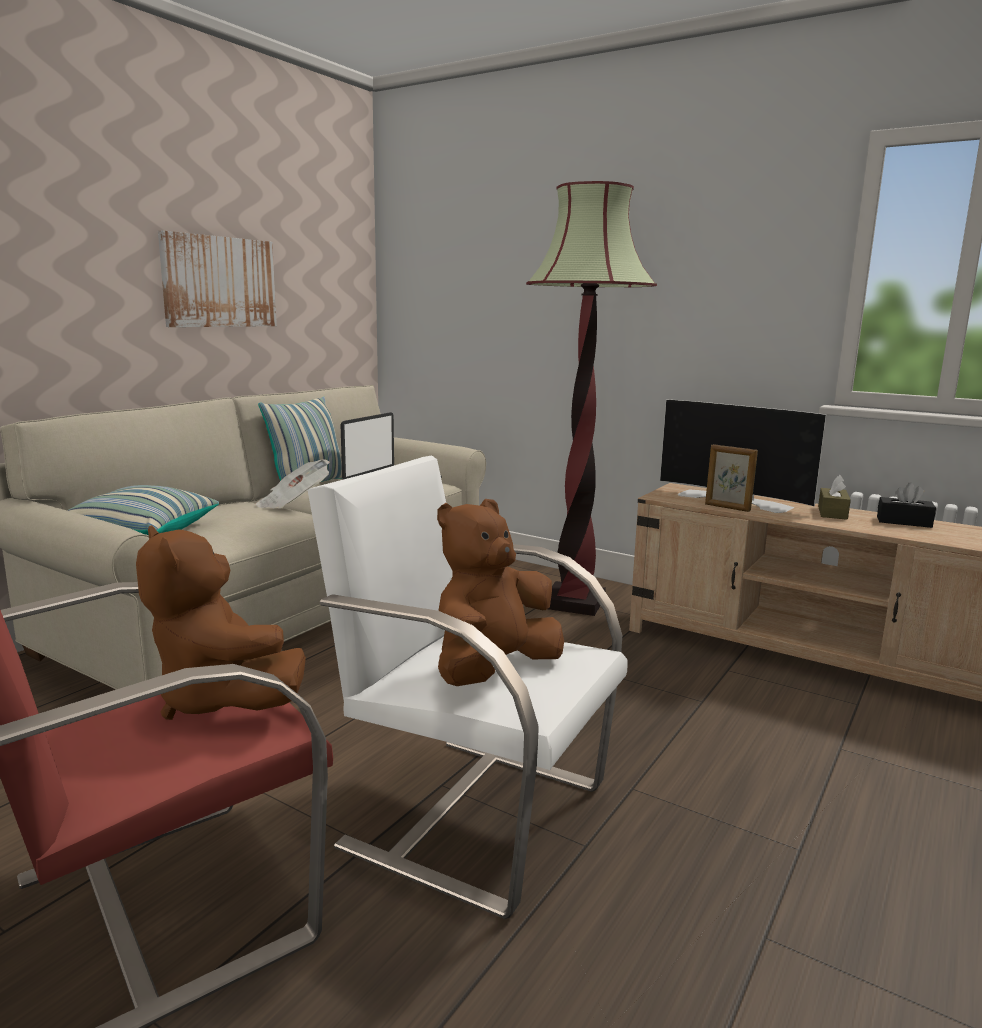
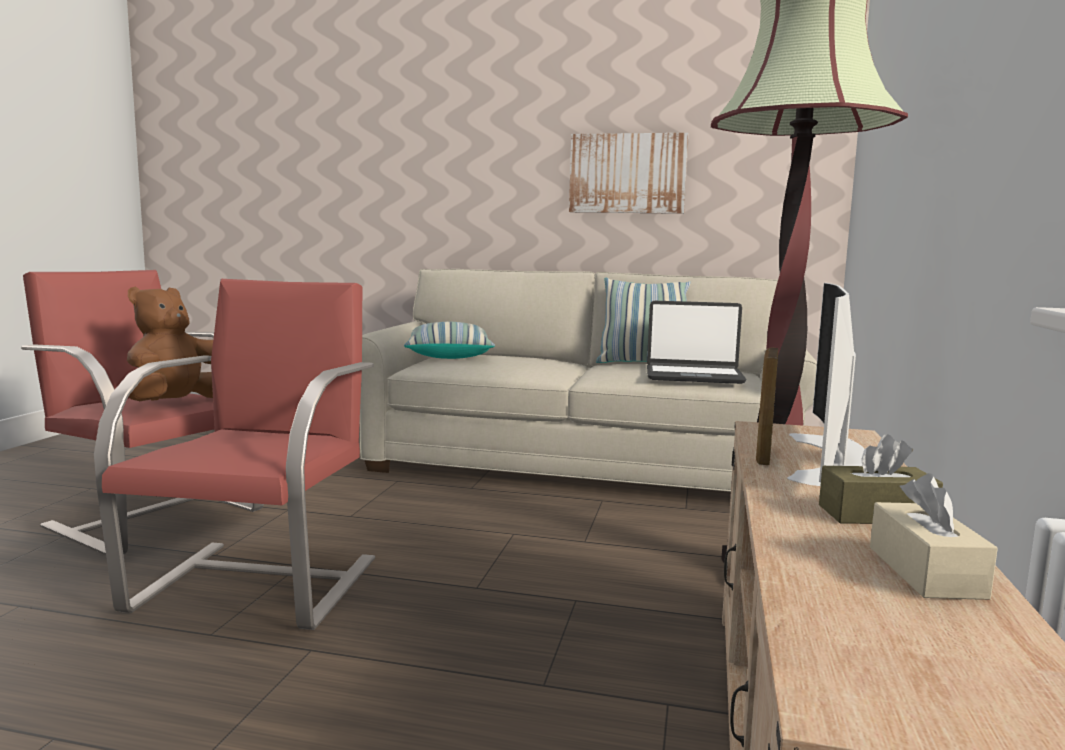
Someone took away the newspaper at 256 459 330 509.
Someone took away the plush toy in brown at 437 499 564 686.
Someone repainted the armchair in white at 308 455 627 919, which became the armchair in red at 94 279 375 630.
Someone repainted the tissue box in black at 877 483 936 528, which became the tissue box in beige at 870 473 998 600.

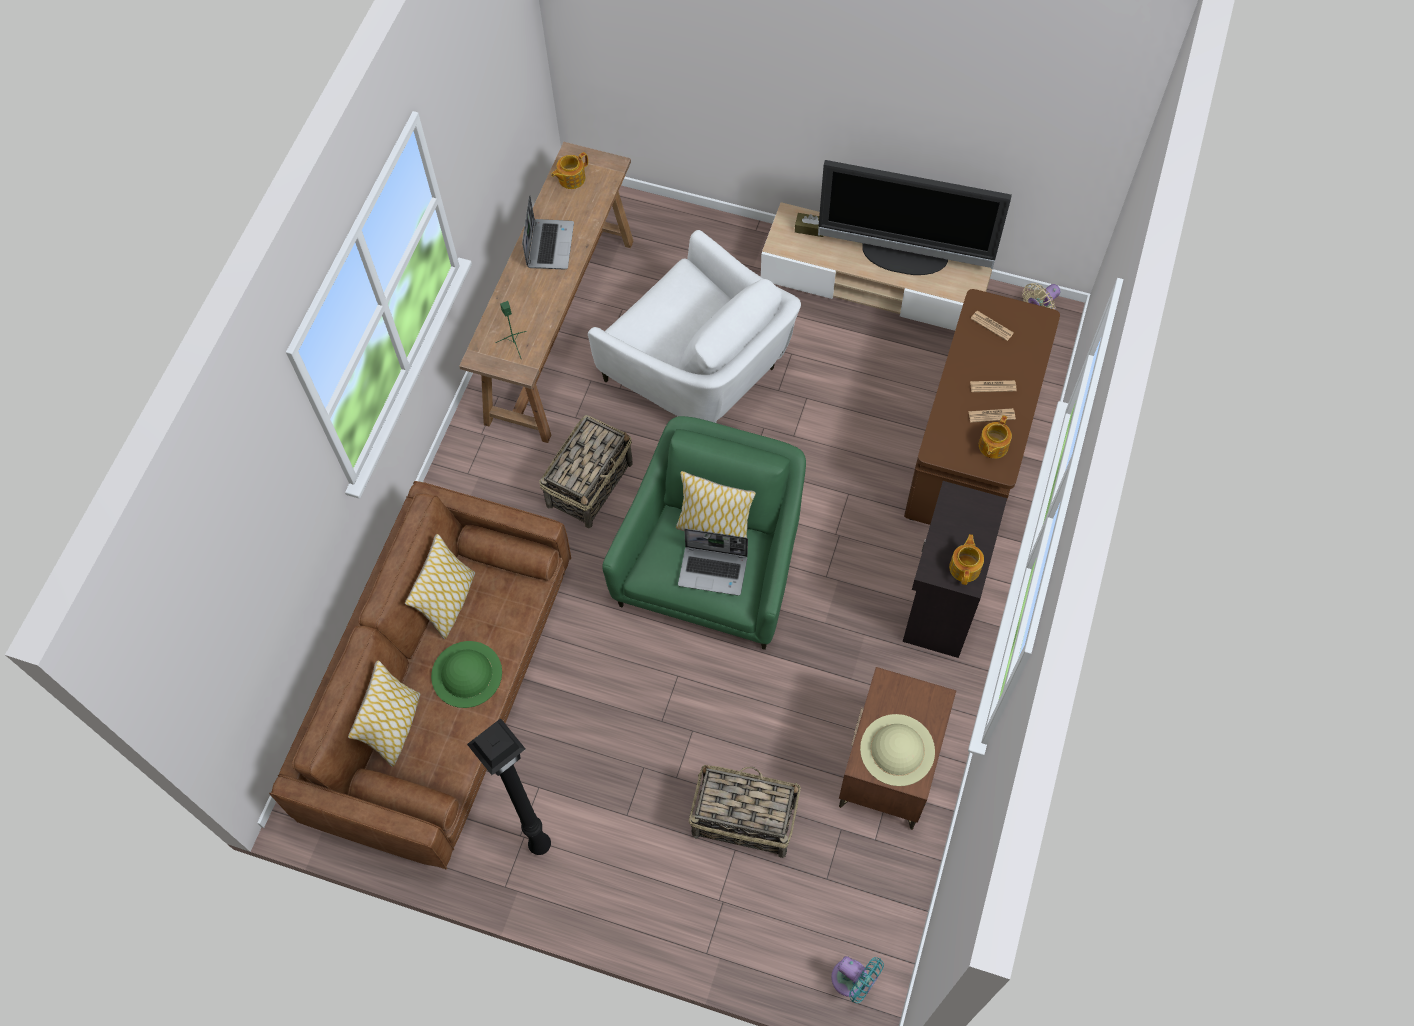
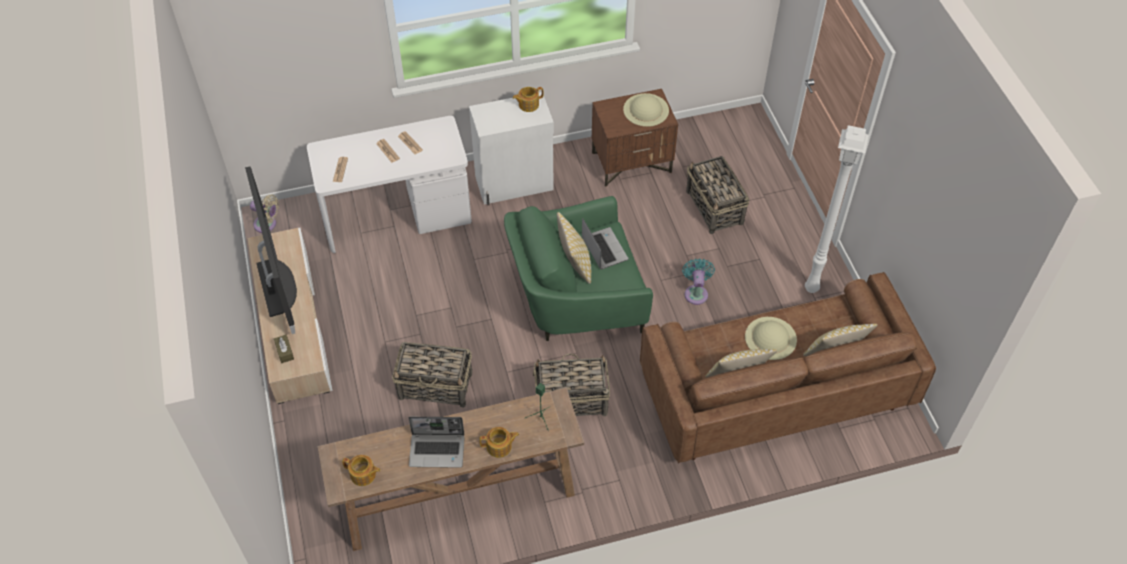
Someone carried the fan in turquoise from 831 956 884 1003 to 682 258 715 305.
Someone carried the teapot from 979 415 1012 459 to 479 427 519 458.
Someone swapped the armchair in white at 588 230 801 423 for the basket at 392 342 472 408.
Someone repainted the hat in green at 431 641 502 708, which became the hat in beige at 745 317 797 360.
Someone repainted the floor lamp in black at 467 718 551 855, which became the floor lamp in white at 805 125 869 293.
Someone repainted the cabinet in black at 903 481 1007 658, which became the cabinet in white at 469 92 554 205.
Someone repainted the desk in brown at 904 289 1060 525, which became the desk in white at 307 116 472 253.
Someone rotated the laptop at 522 196 574 270 by 150 degrees counterclockwise.

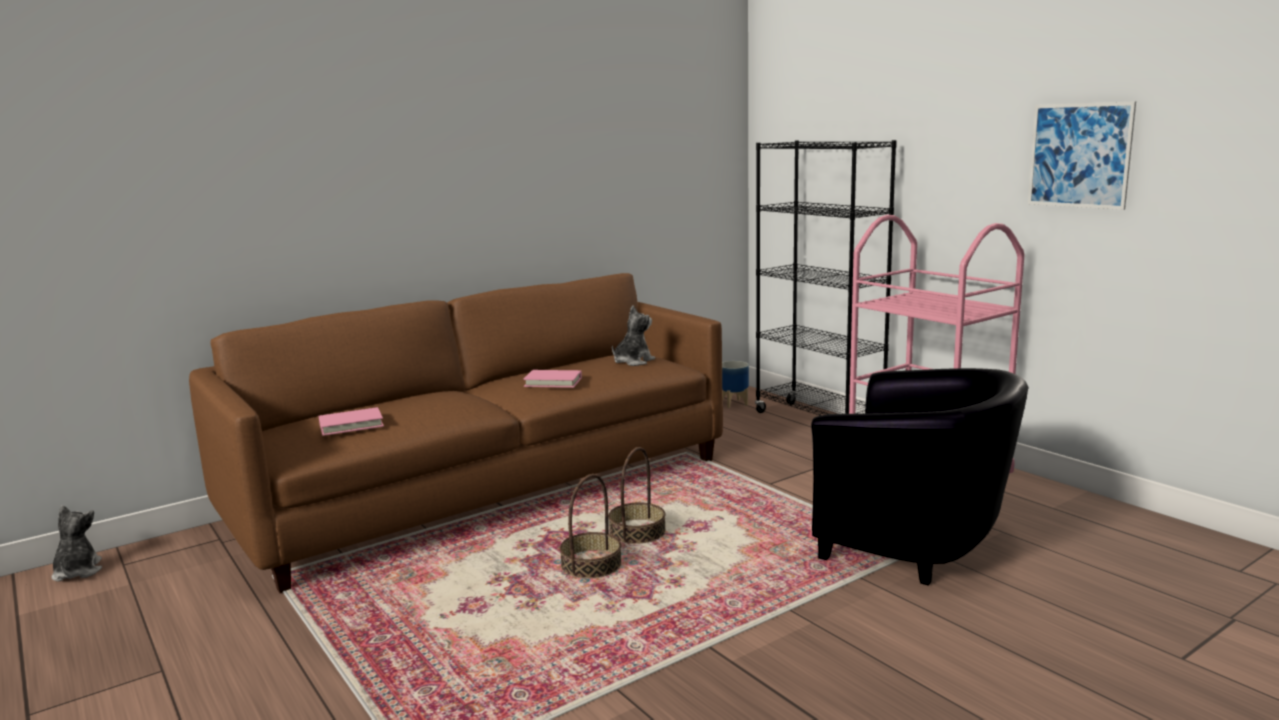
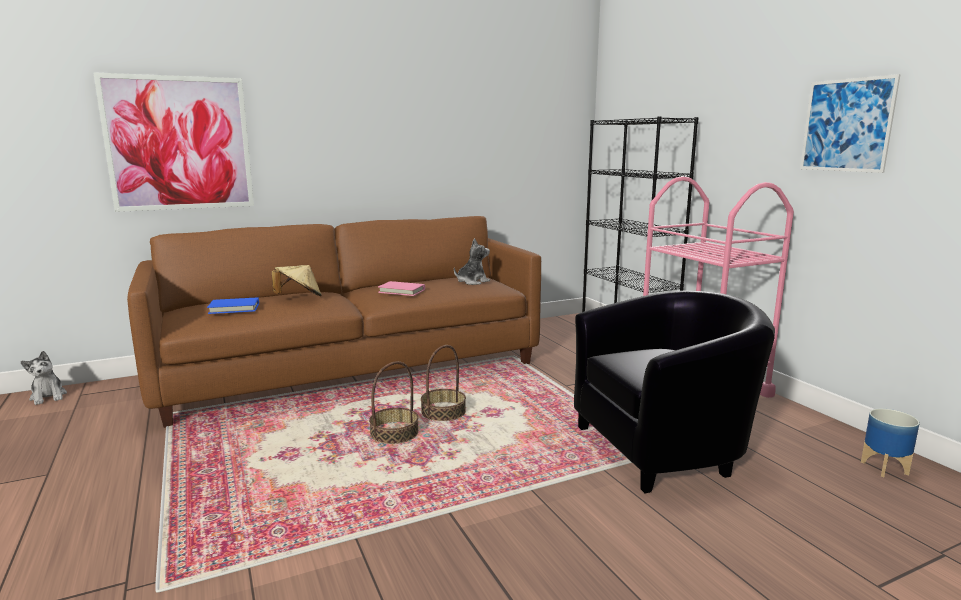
Someone put up the picture at 93 72 254 212.
Someone put down the hat in beige at 272 265 322 296.
Someone carried the planter from 722 361 749 408 to 861 409 920 477.
Someone repainted the book in pink at 319 407 384 436, which became the book in blue at 207 297 259 314.
Someone rotated the plush toy at 51 505 102 582 by 150 degrees clockwise.
Someone rotated the armchair in black at 811 368 1028 586 by 60 degrees counterclockwise.

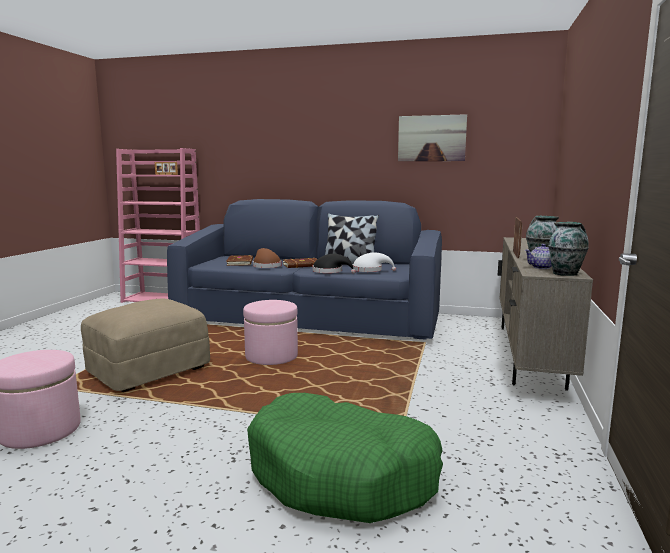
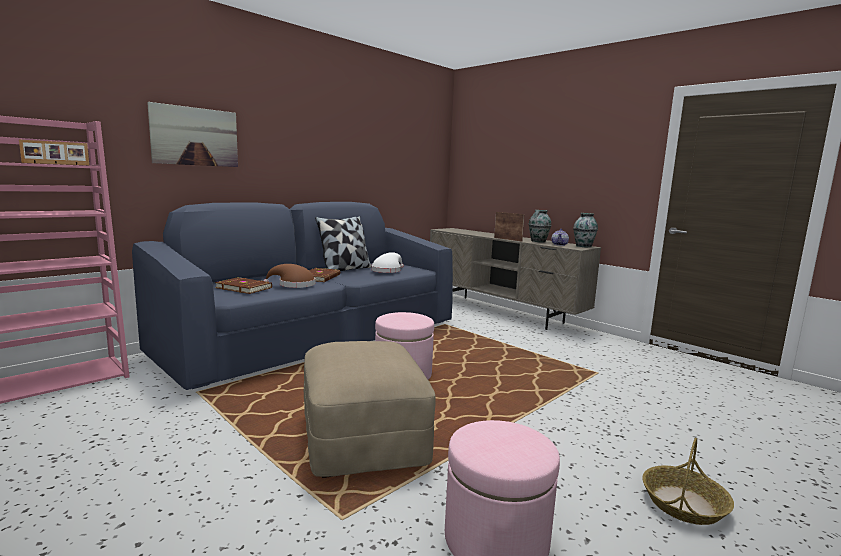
Someone took away the dog bed in green at 247 393 443 523.
Someone took away the hat in black at 312 254 356 274.
Someone put down the basket at 642 438 734 525.
Someone carried the picture from 398 114 467 161 to 147 102 238 167.

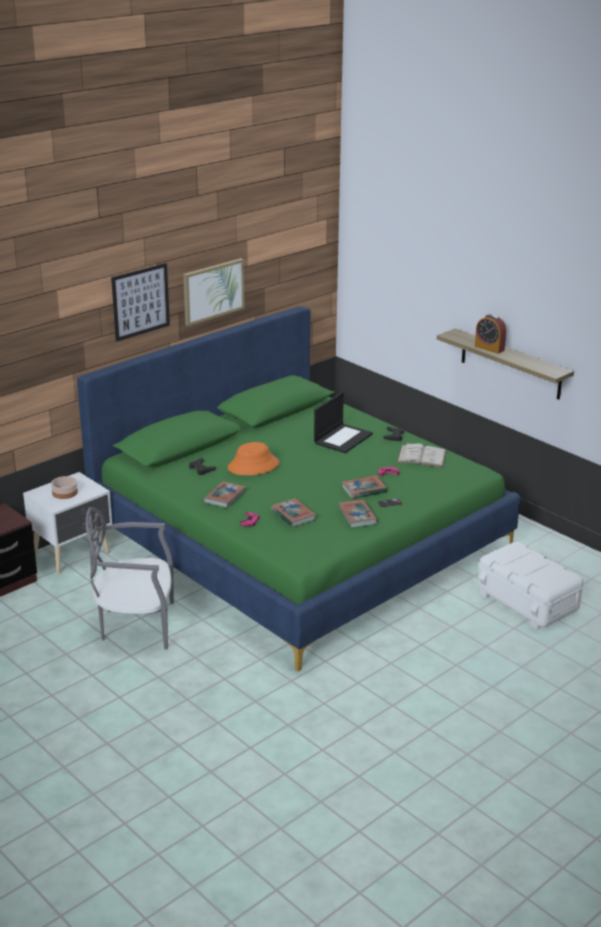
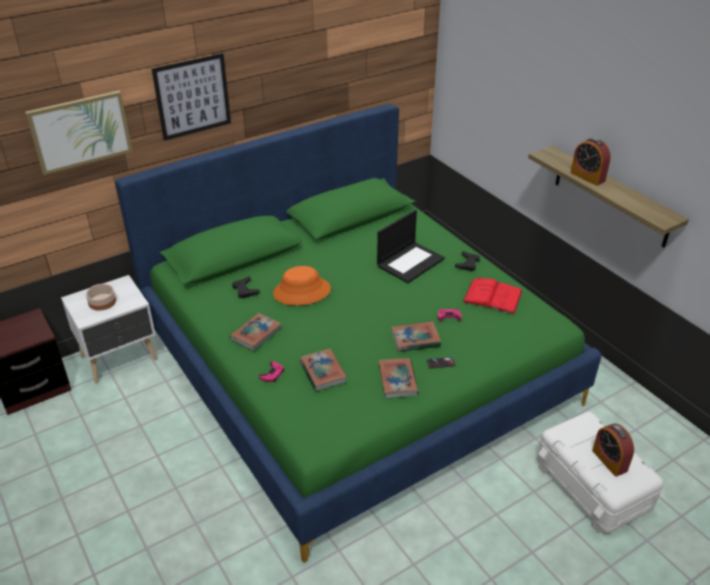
Someone took away the chair in grey at 86 507 174 649.
Someone put down the alarm clock at 592 423 634 477.
Someone carried the picture from 183 258 244 326 to 25 90 133 175.
Someone repainted the book in white at 397 443 447 467, which became the book in red at 463 277 523 315.

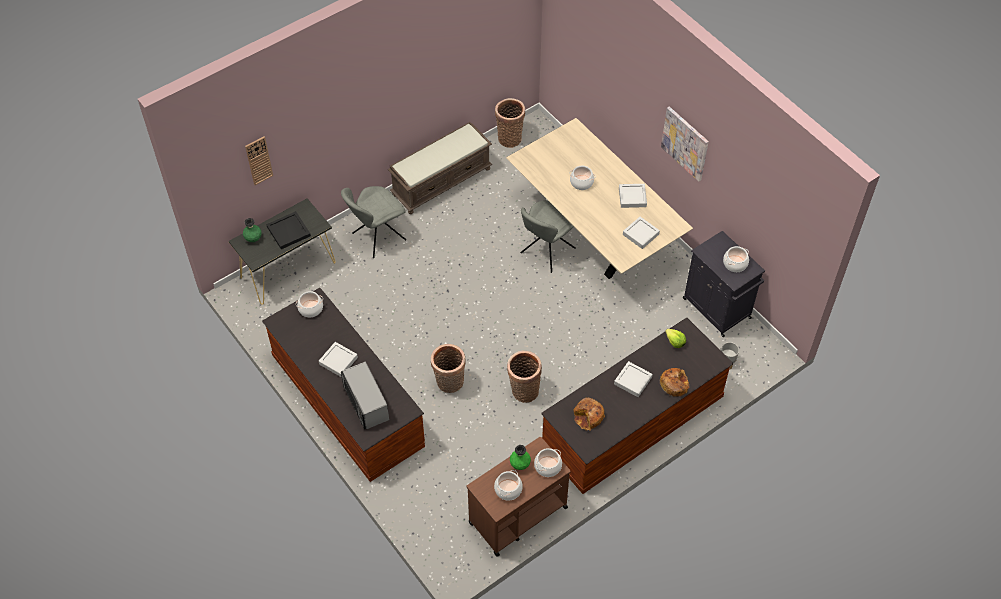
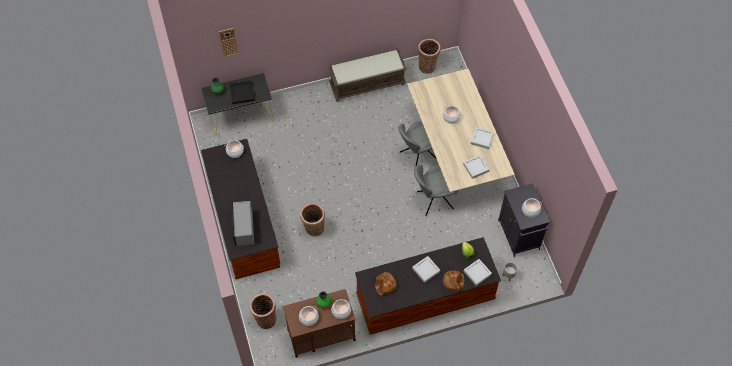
Someone took away the picture at 661 106 709 182.
Someone carried the tray in grey from 319 342 358 377 to 463 259 492 286.
Someone carried the chair in grey from 341 186 406 258 to 414 165 458 216.
Someone carried the basket from 507 351 542 403 to 250 293 276 329.

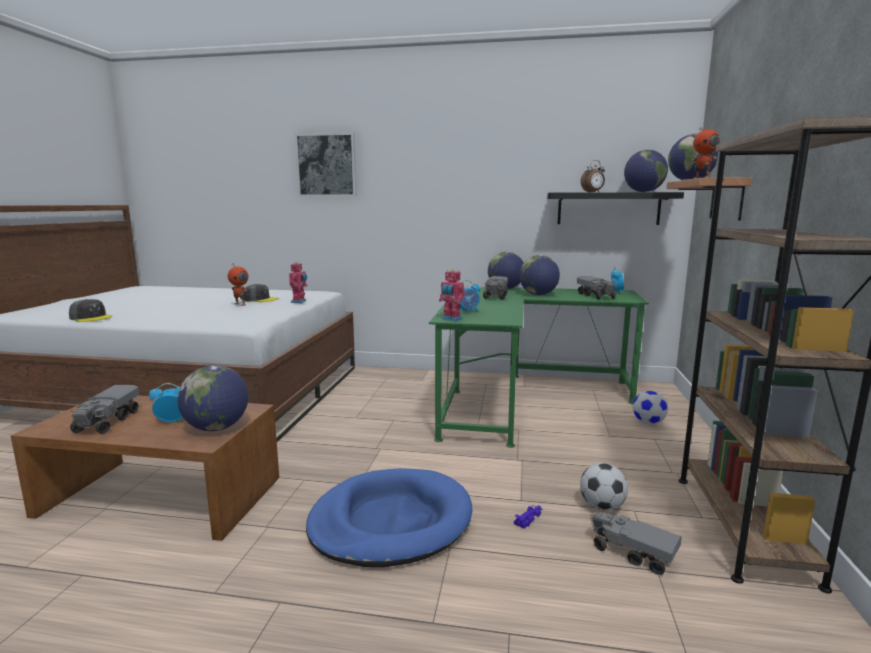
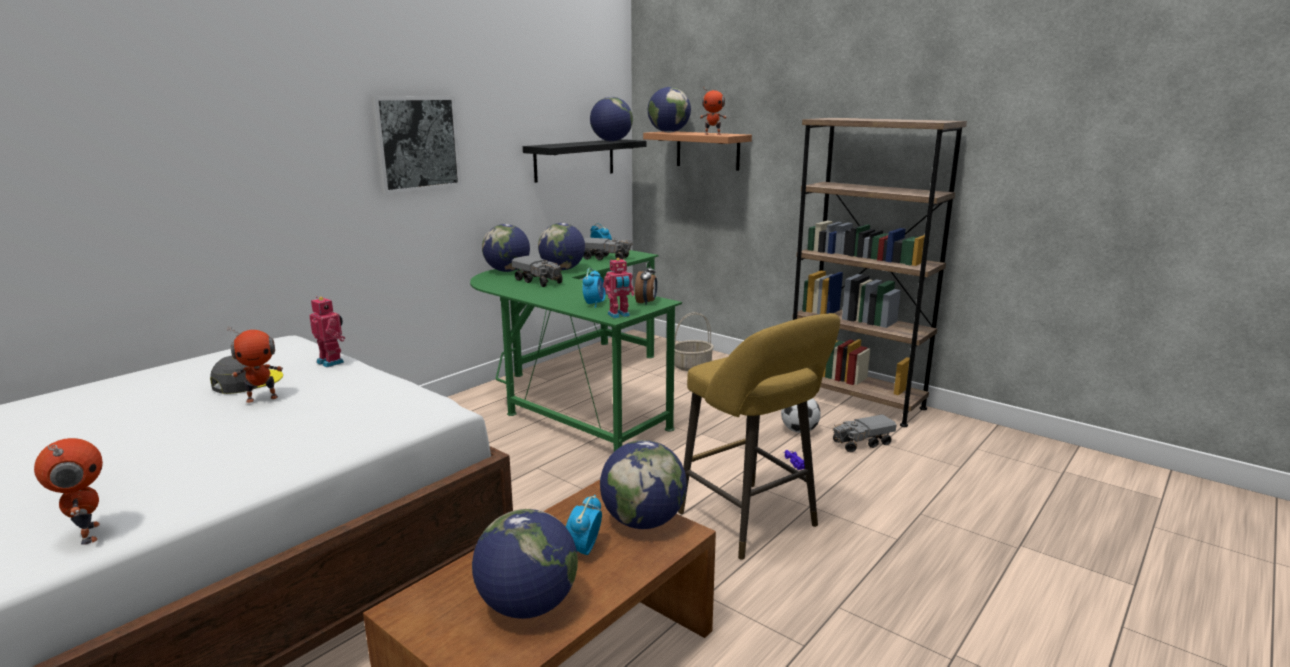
Someone carried the picture from 295 132 357 197 to 371 96 461 194.
Someone carried the alarm clock from 581 160 605 192 to 635 261 657 305.
Someone swapped the cap in grey at 69 299 112 322 for the toy robot at 34 438 103 545.
Someone swapped the toy truck at 70 385 139 434 for the globe at 472 509 578 619.
Someone swapped the dog bed in blue at 306 468 472 567 for the stool in yellow at 678 313 840 560.
Someone swapped the football at 632 391 668 424 for the basket at 674 312 714 371.

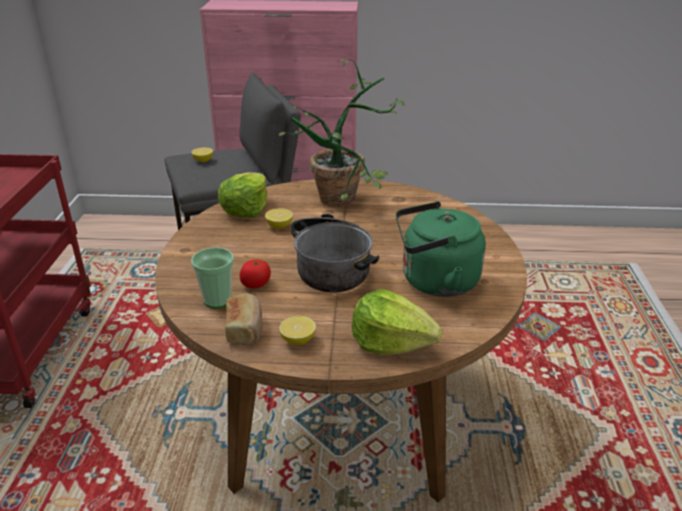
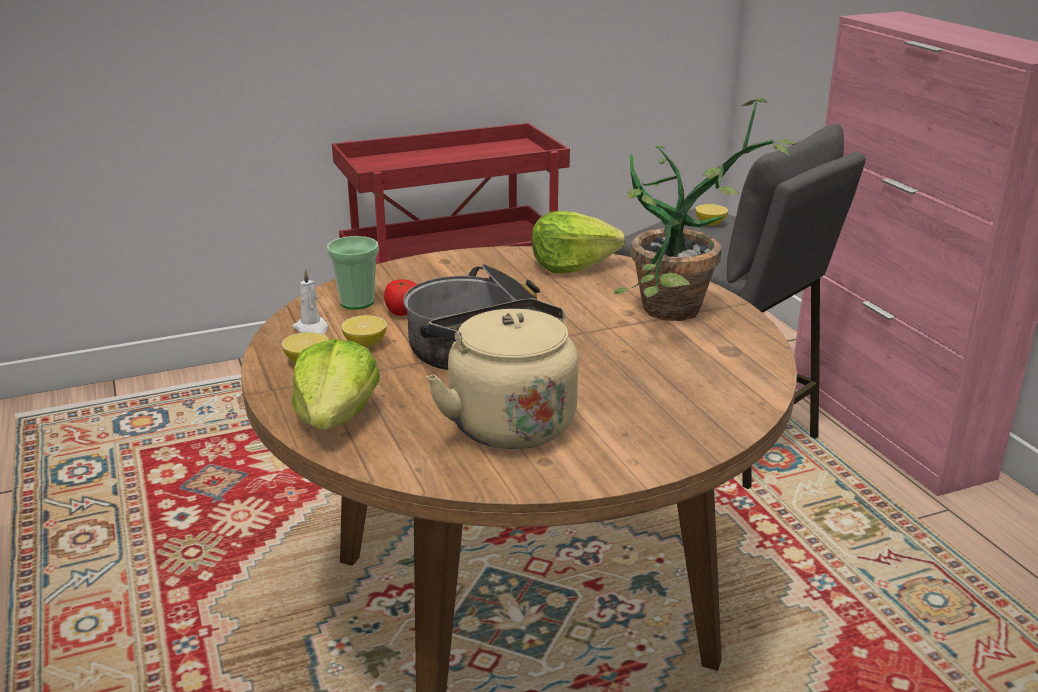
Someone carried the lemon from 265 208 293 229 to 341 315 387 348.
Someone swapped the bread at 225 293 263 345 for the candle in white at 293 269 328 334.
Someone repainted the kettle in green at 396 201 486 297, which became the kettle in beige at 427 298 578 449.

